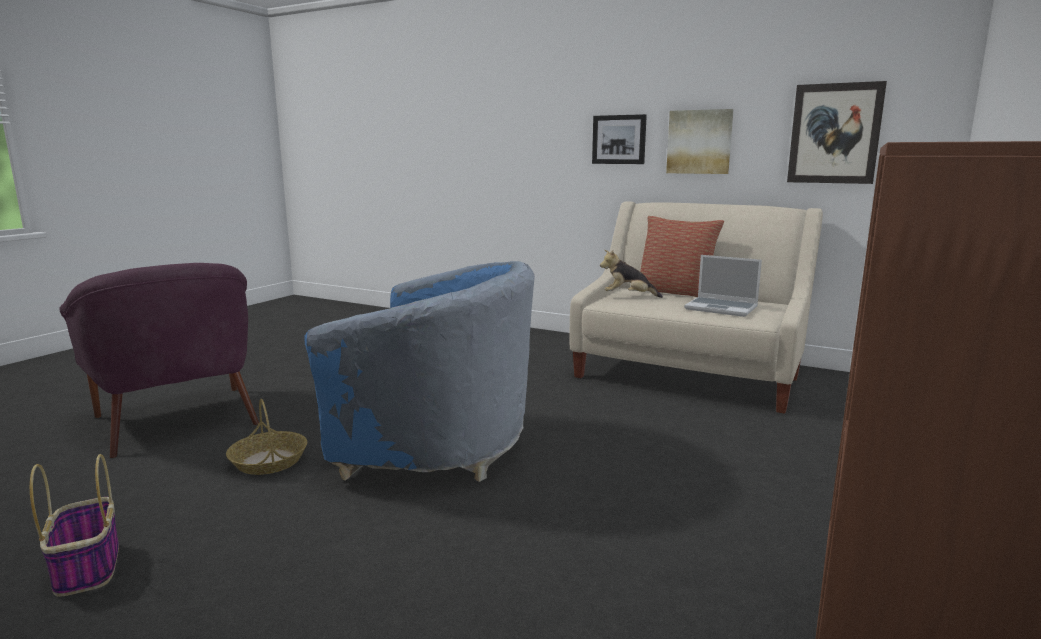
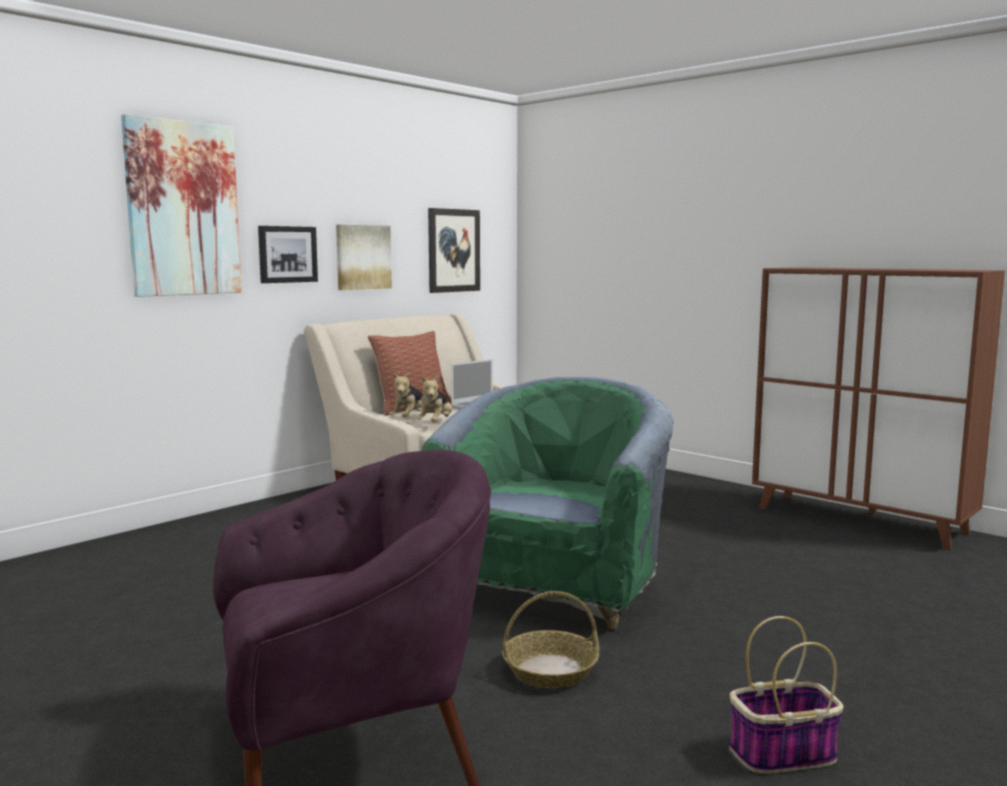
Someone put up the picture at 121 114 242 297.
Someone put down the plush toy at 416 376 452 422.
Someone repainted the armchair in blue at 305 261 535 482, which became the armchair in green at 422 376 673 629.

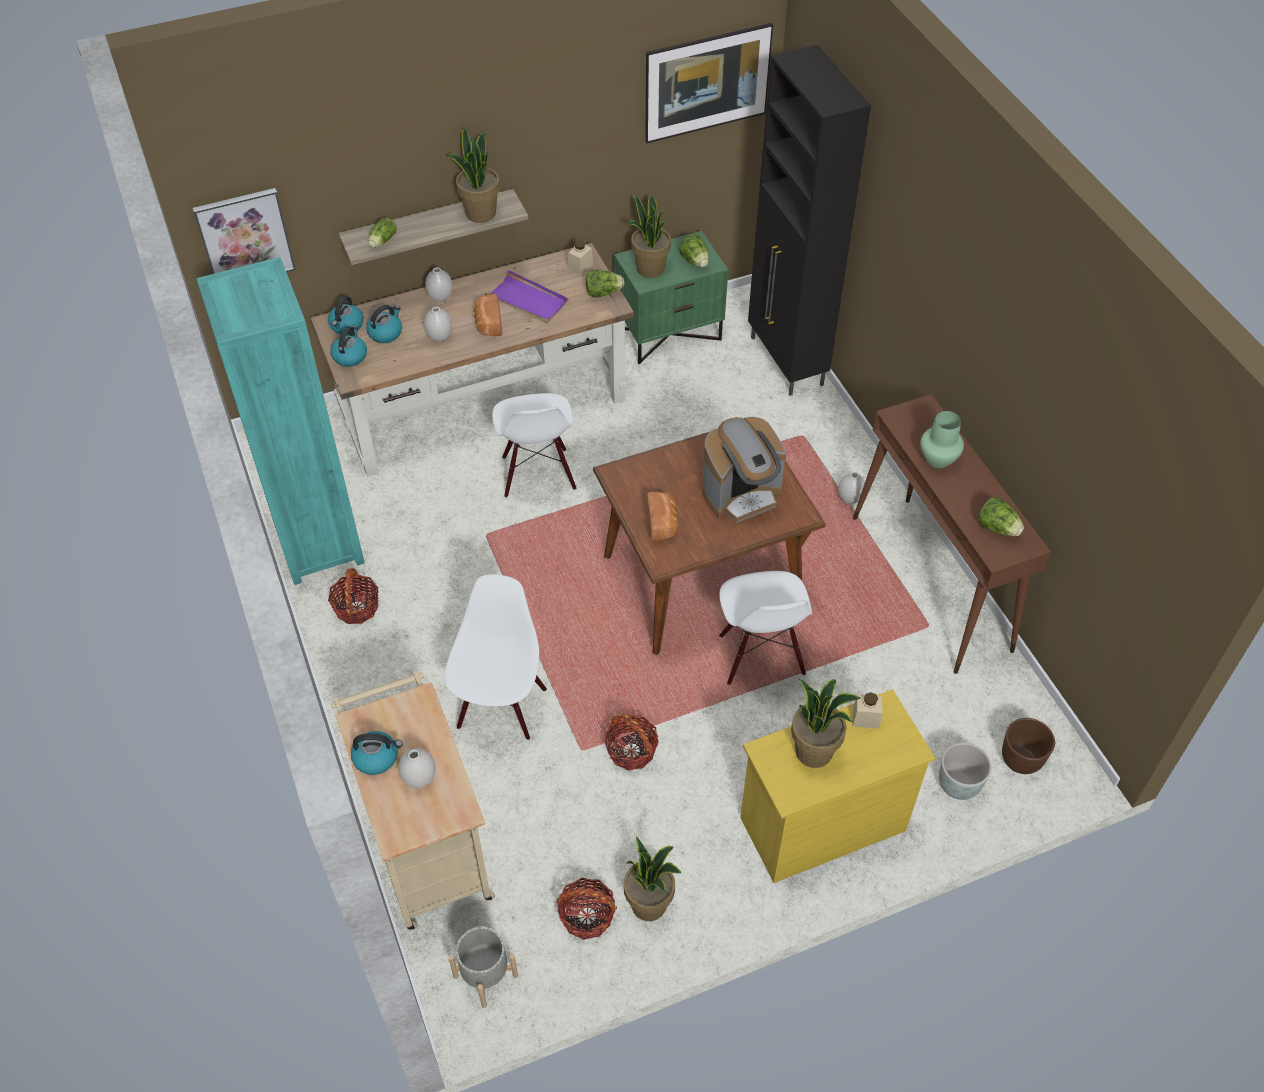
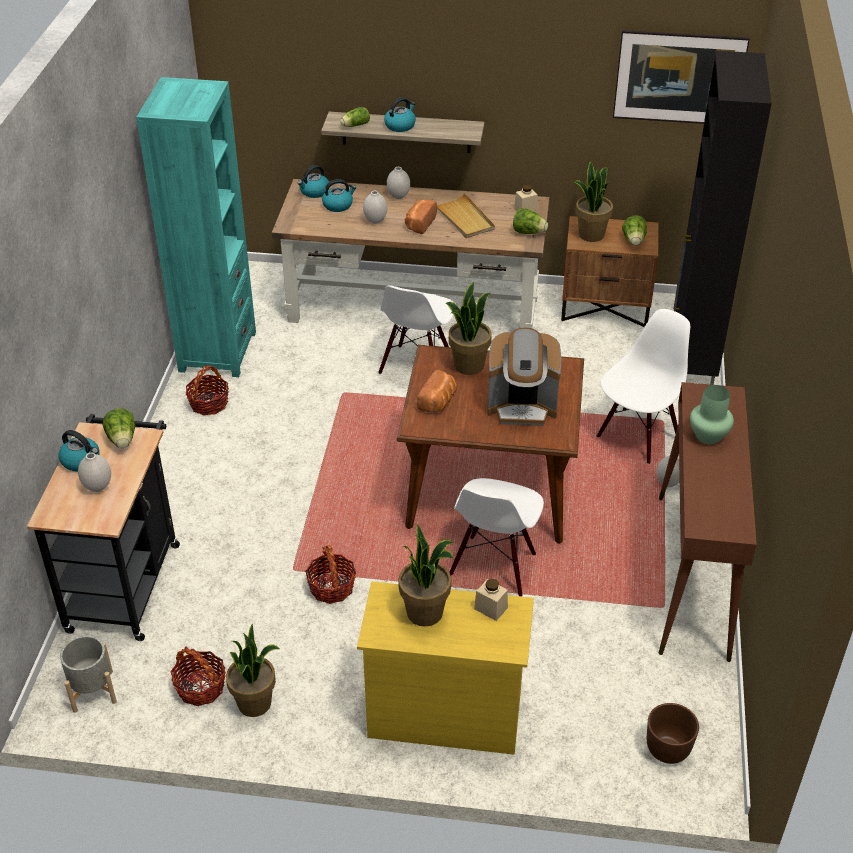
Someone took away the picture at 193 188 296 274.
Someone took away the planter in grey at 939 743 992 800.
Someone carried the kettle from 330 326 367 367 to 384 97 416 132.
Someone carried the chair in white from 444 574 547 740 to 597 309 690 464.
Someone carried the potted plant from 447 127 500 223 to 445 282 492 375.
Someone carried the lettuce from 978 497 1024 536 to 102 408 135 448.
Someone repainted the cart in beige at 331 671 495 930, which became the cart in black at 27 414 180 641.
Someone repainted the tray in purple at 485 270 569 324, which became the tray in beige at 437 193 495 238.
Someone repainted the nightstand in green at 614 231 728 364, which became the nightstand in brown at 561 216 658 327.

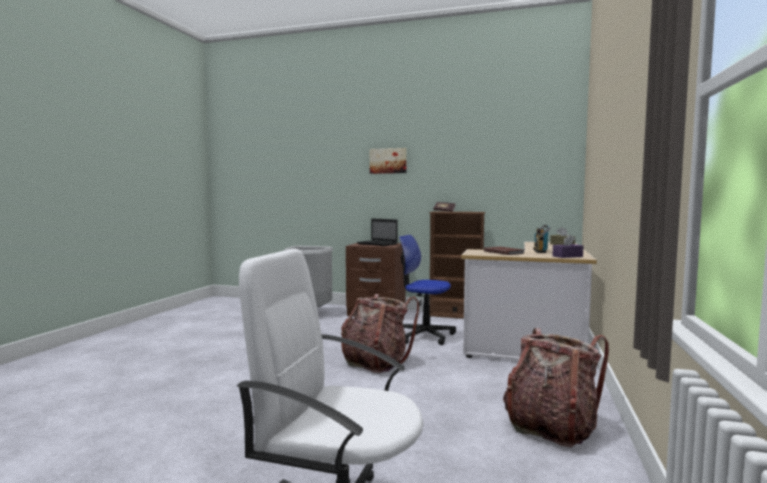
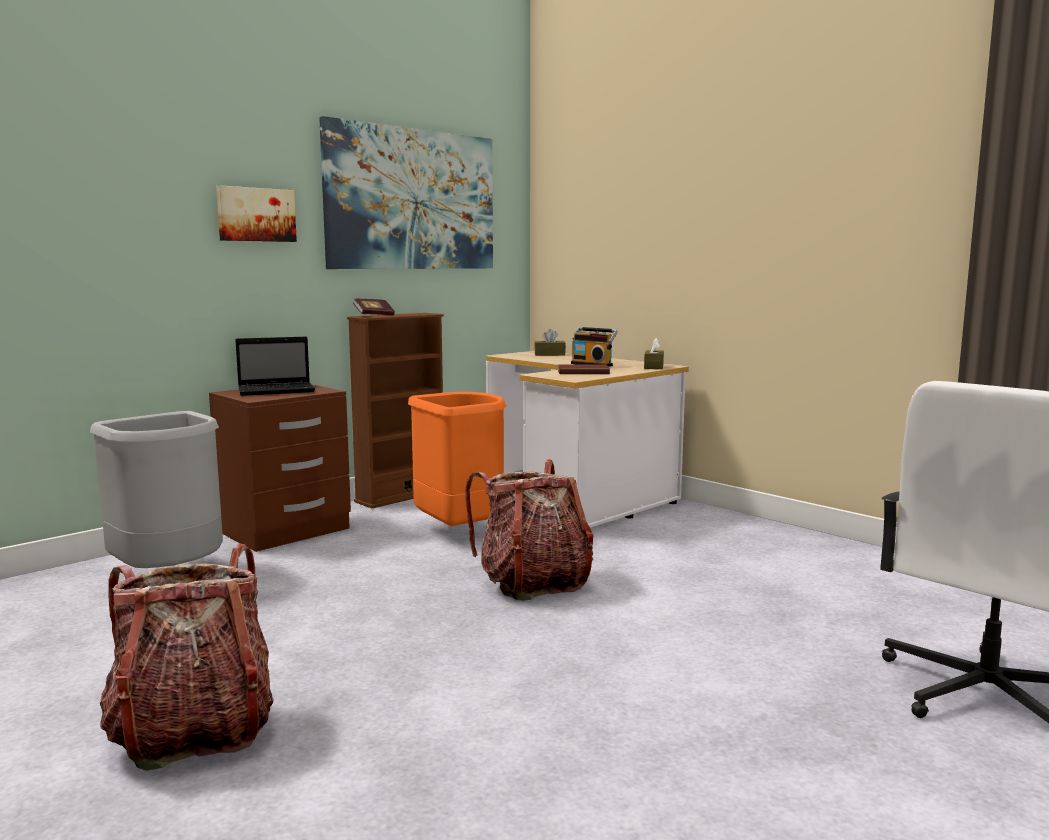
Someone put up the picture at 319 116 493 269.
Someone carried the backpack from 503 328 609 447 to 100 544 273 771.
Someone swapped the office chair at 399 235 456 345 for the trash can in orange at 408 392 506 526.
Someone repainted the tissue box in purple at 553 234 583 258, which became the tissue box in brown at 644 338 664 369.

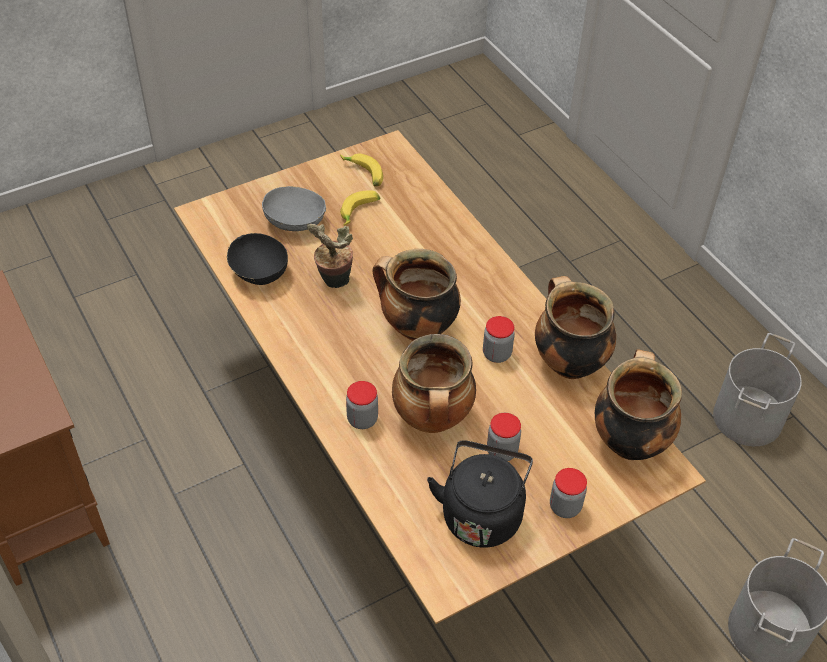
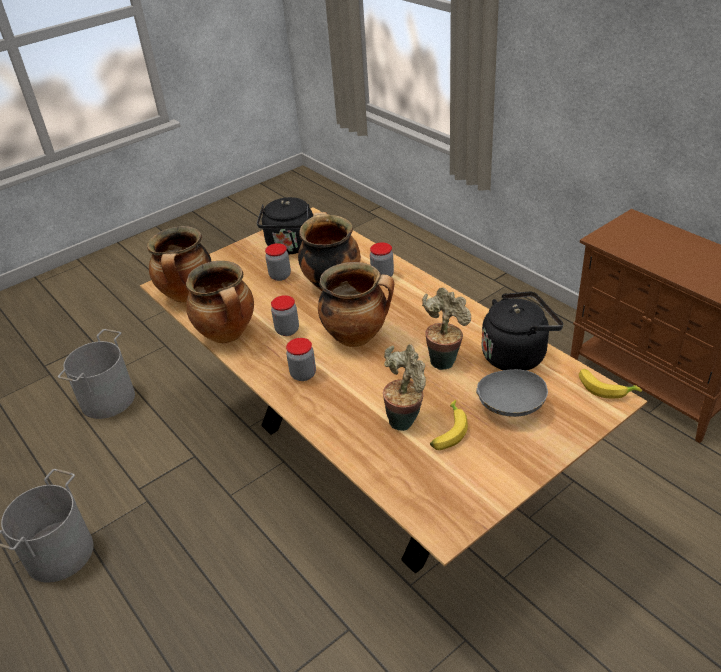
Someone put down the potted plant at 383 344 426 431.
Someone carried the banana from 340 154 383 186 to 579 369 642 398.
Someone carried the jar from 550 468 587 518 to 286 338 316 381.
Someone swapped the bowl in black at 227 233 288 285 for the kettle in black at 482 292 563 371.

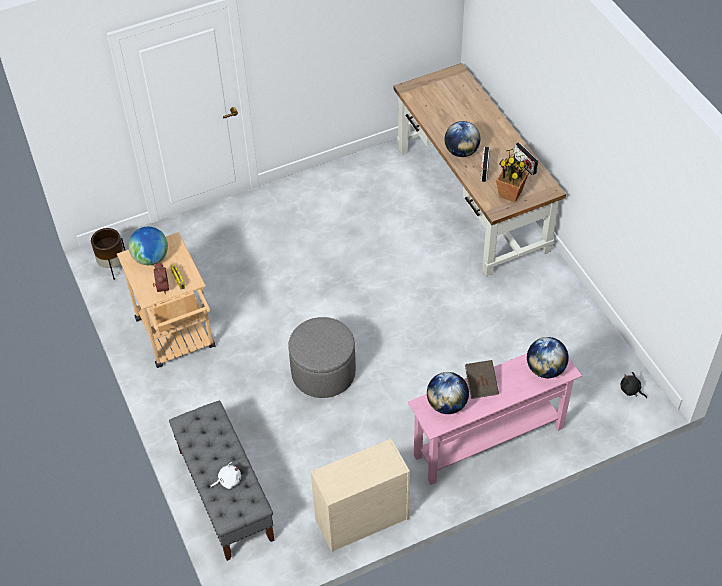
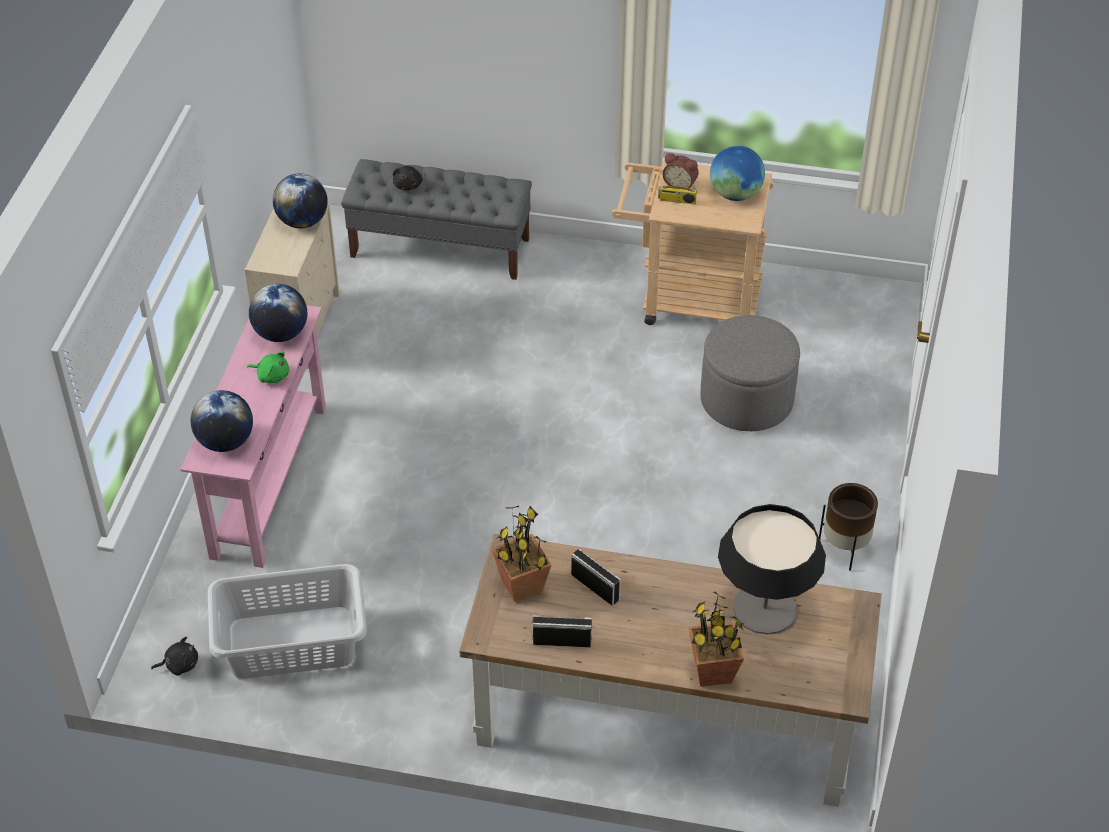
Someone put down the laundry basket in grey at 208 564 367 679.
Someone put down the potted plant at 688 592 744 687.
Someone put down the table lamp at 718 504 826 634.
Someone carried the planter in brown from 91 228 125 280 to 819 483 878 571.
Someone carried the ottoman in grey from 288 317 356 398 to 700 315 800 431.
Someone carried the globe from 445 121 480 157 to 273 173 328 228.
Someone swapped the book in brown at 465 360 499 399 for the plush toy in green at 247 352 289 383.
Someone repainted the plush toy in white at 210 462 241 489, which became the plush toy in black at 393 166 423 190.

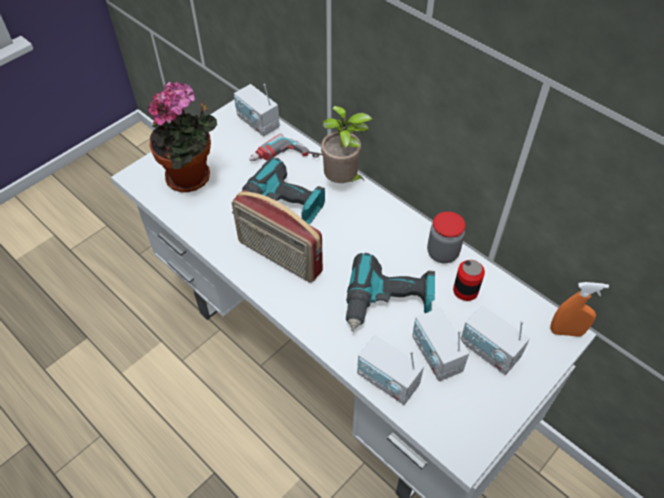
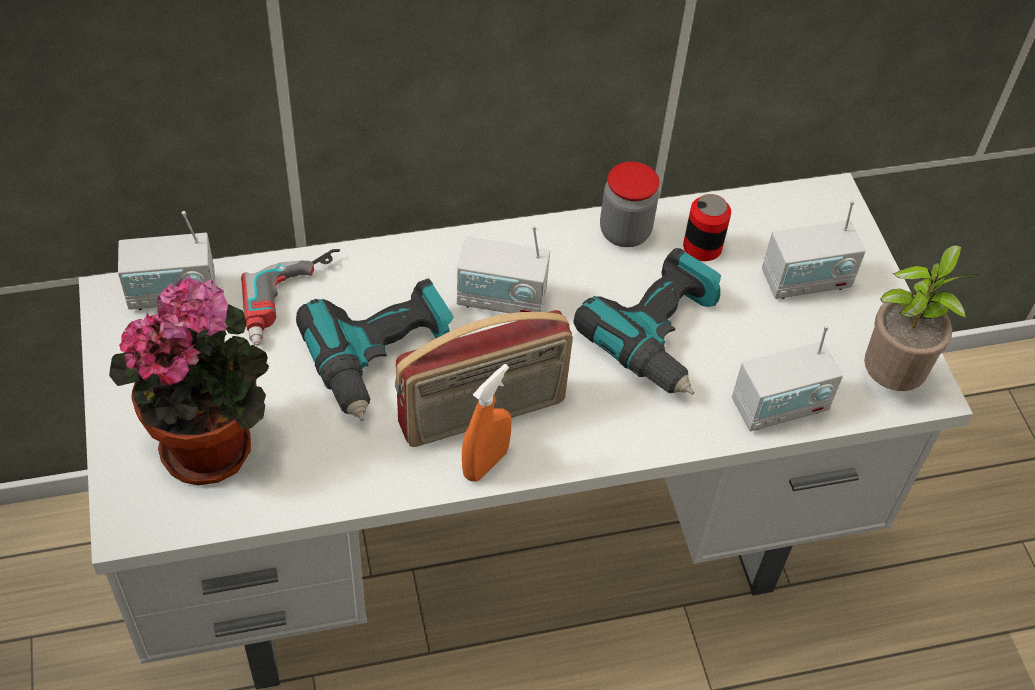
Someone carried the potted plant from 321 106 373 183 to 864 245 979 391.
Someone carried the radio from 412 308 469 381 to 457 225 550 313.
Someone carried the spray bottle in orange from 550 282 609 337 to 462 364 511 482.

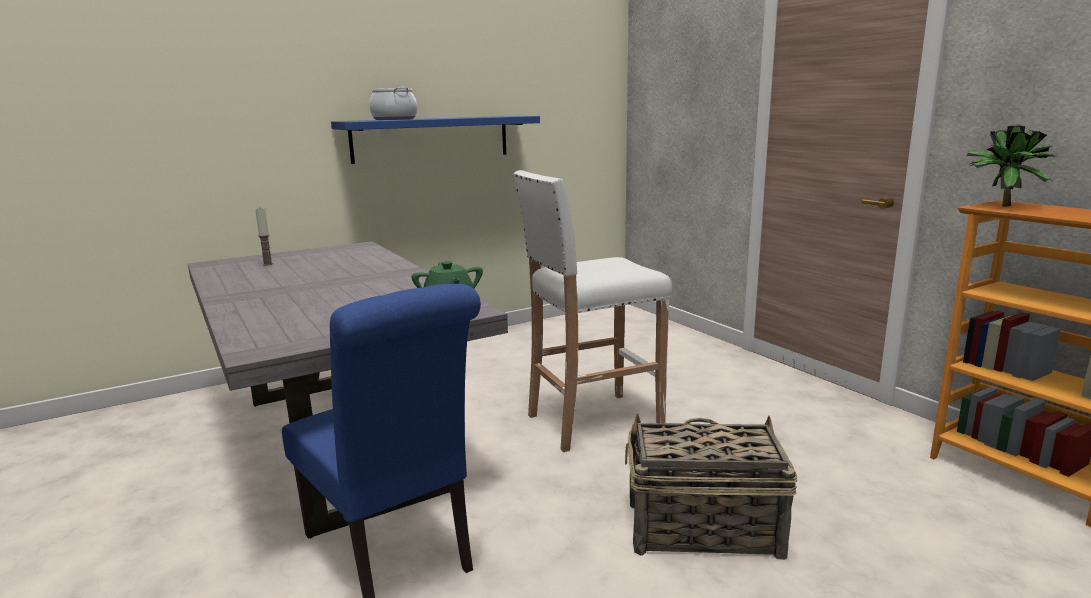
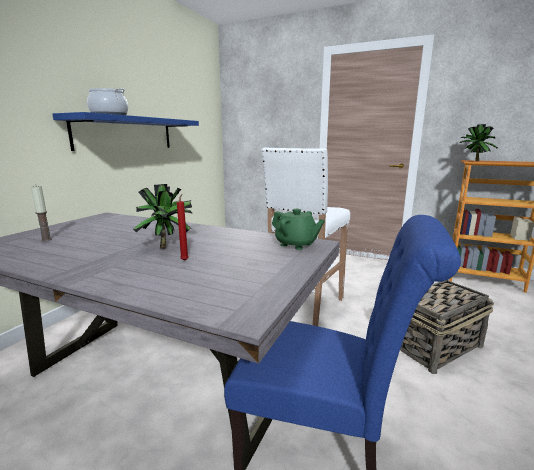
Someone put down the potted plant at 133 184 193 249.
Someone put down the candle in red at 177 194 189 261.

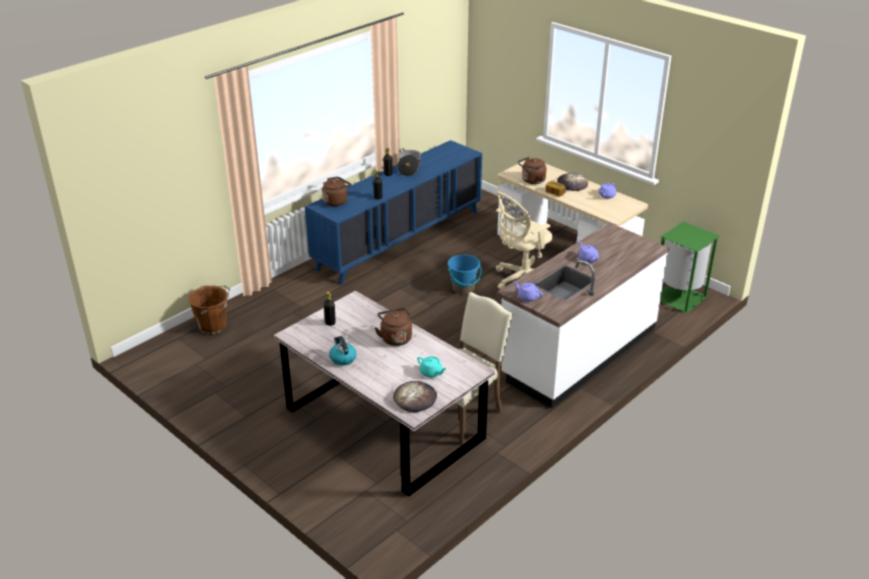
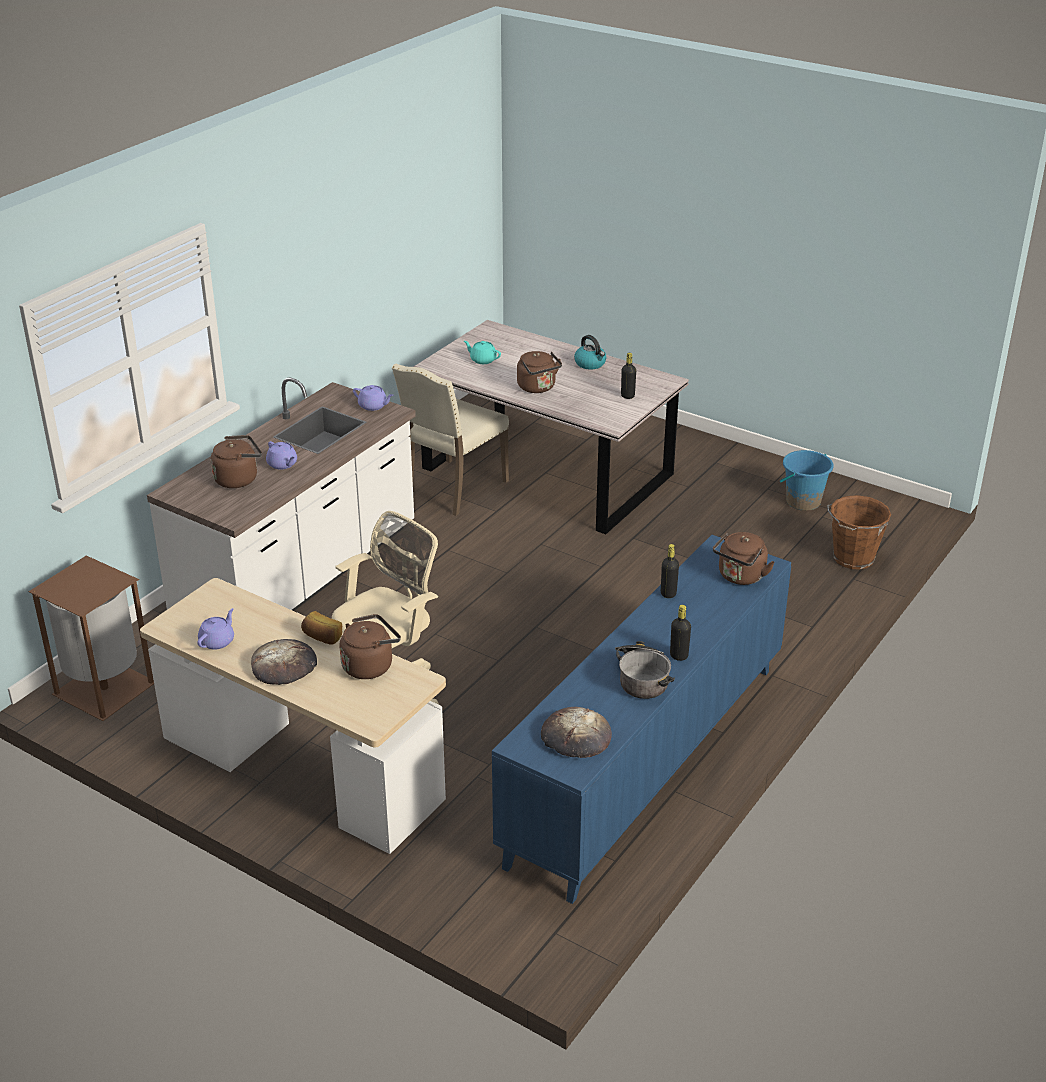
Someone put down the kettle in brown at 211 435 262 488.
Someone carried the bread from 393 381 437 412 to 541 707 612 758.
Someone carried the bucket in blue from 448 254 482 294 to 780 450 834 511.
Someone repainted the trash can in green at 660 221 719 314, which became the trash can in brown at 29 556 154 721.

